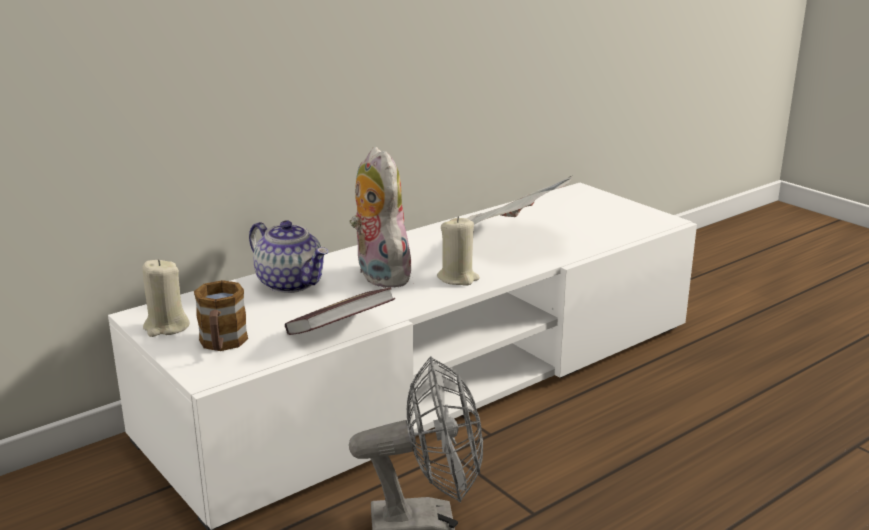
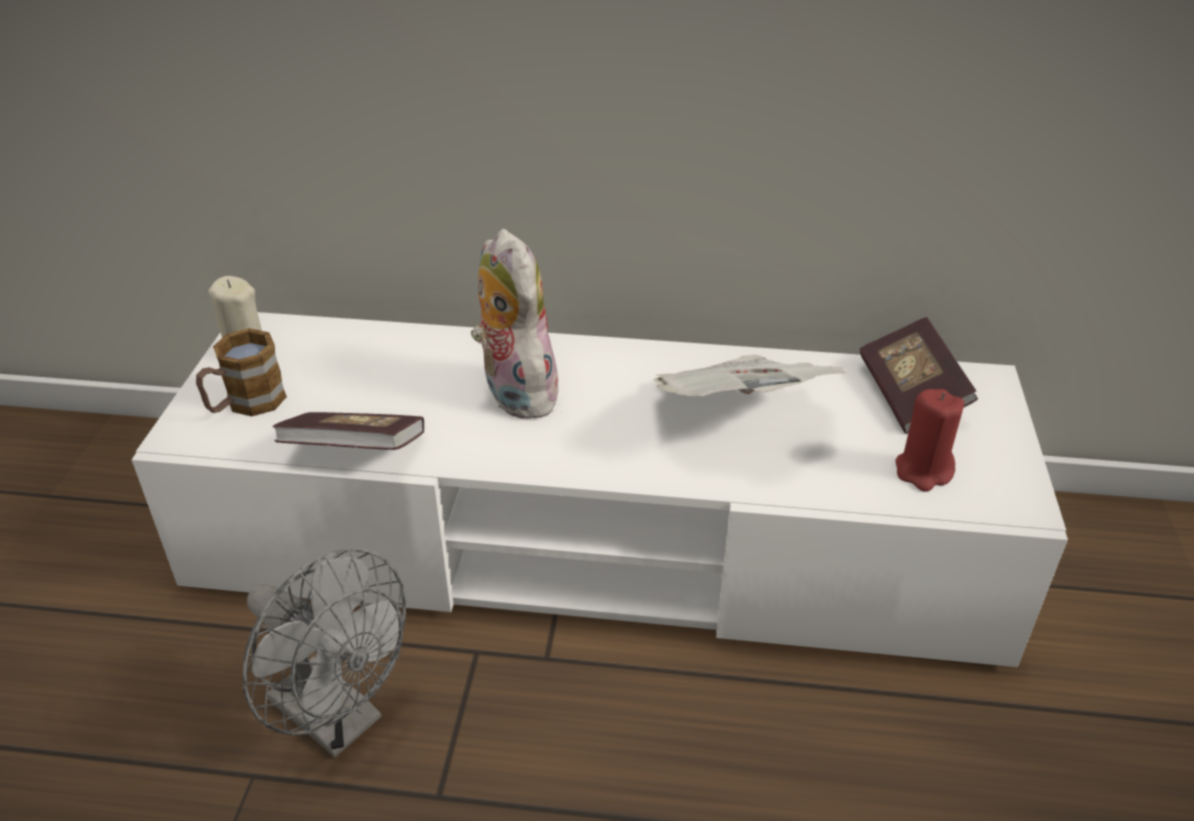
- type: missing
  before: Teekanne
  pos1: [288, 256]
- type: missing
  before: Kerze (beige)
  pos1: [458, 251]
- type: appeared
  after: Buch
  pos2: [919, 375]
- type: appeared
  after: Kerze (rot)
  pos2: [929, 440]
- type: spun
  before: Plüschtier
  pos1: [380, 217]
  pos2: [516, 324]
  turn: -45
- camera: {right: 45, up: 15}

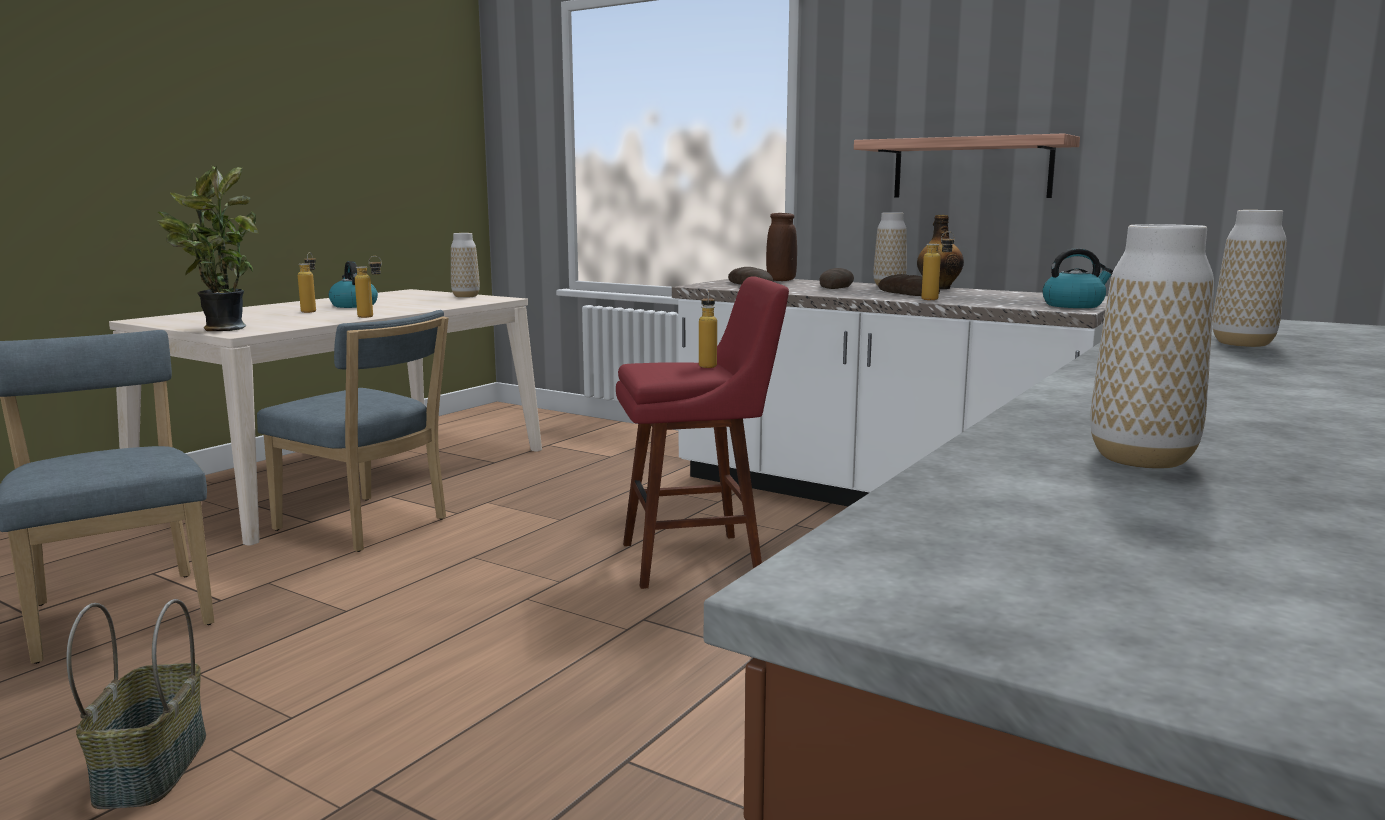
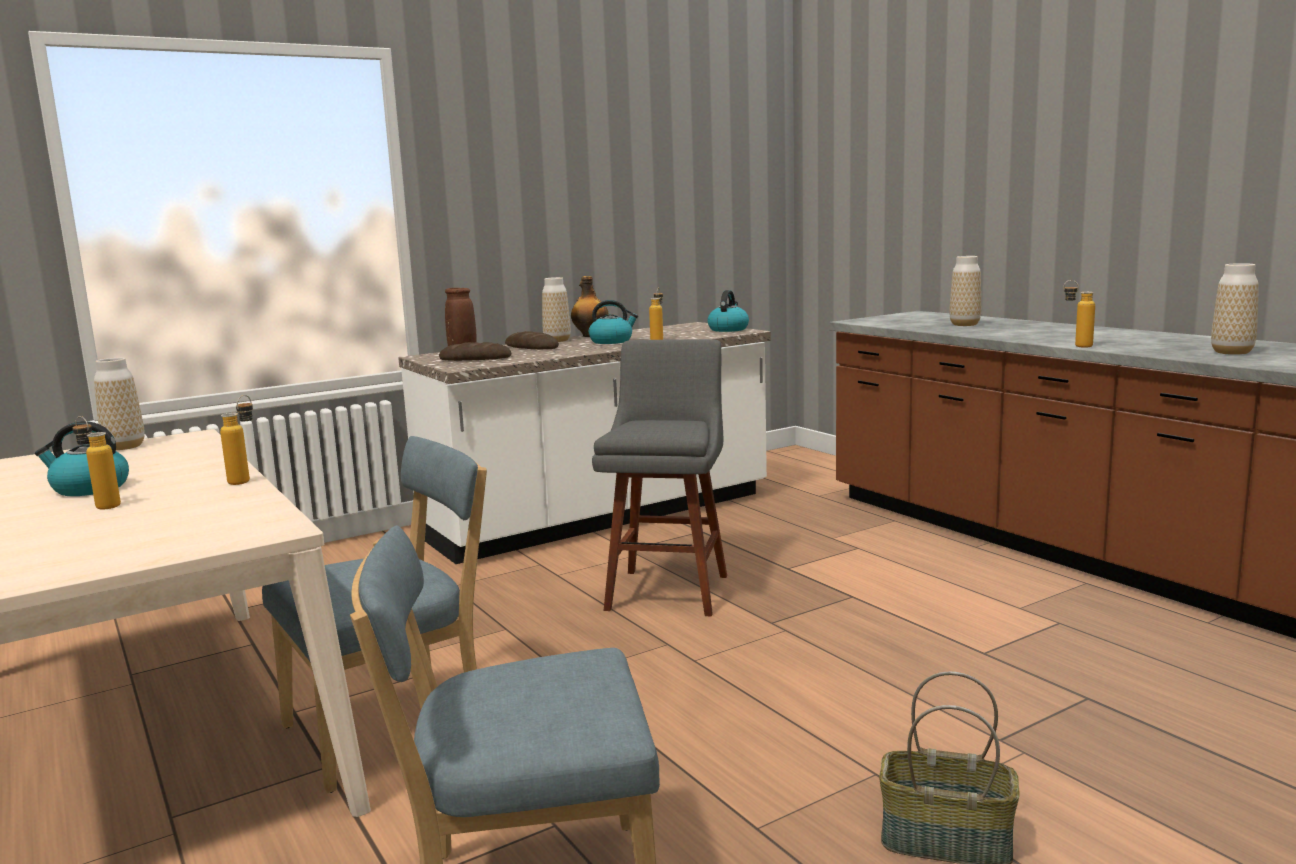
- type: missing
  before: Topfpflanze
  pos1: [208, 248]
- type: missing
  before: Wandregal
  pos1: [967, 165]
- type: relocated
  before: Flasche
  pos1: [708, 329]
  pos2: [1079, 313]
- type: exchanged
  before: Brot
  after: Wasserkessel
  pos1: [909, 285]
  pos2: [613, 322]
- type: colour
  before: Hocker (rot)
  after: Hocker (grau)
  pos1: [702, 432]
  pos2: [659, 477]
- camera: {right: -65, up: 0}

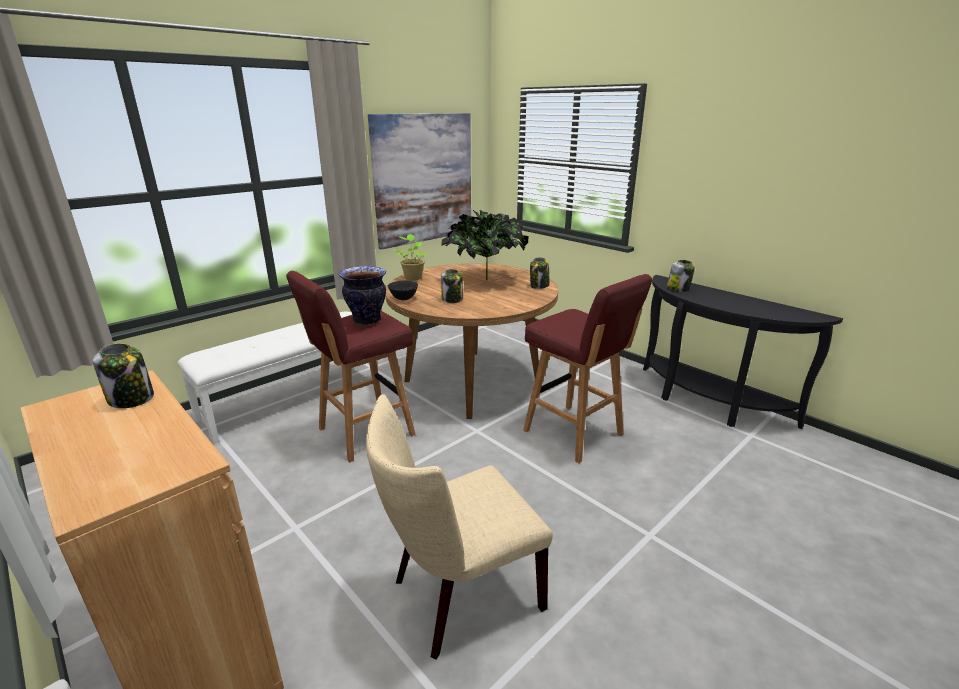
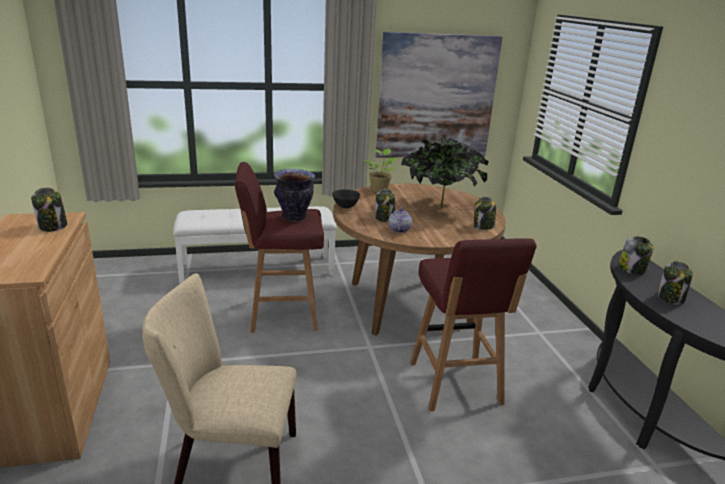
- type: appeared
  after: Teekanne
  pos2: [400, 220]
- type: appeared
  after: Vorratsglas
  pos2: [675, 283]
- camera: {right: 30, up: 0}

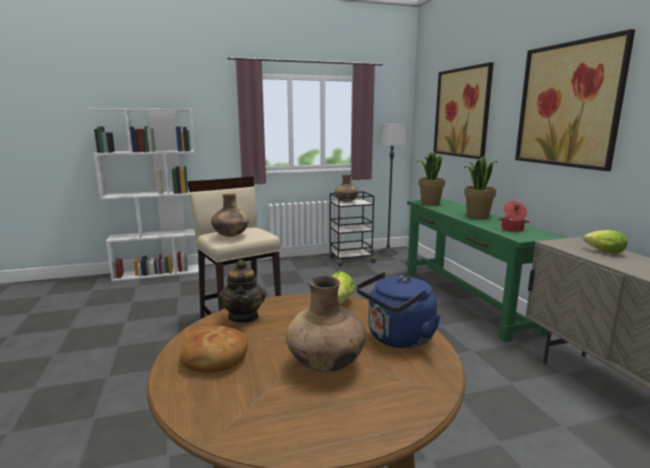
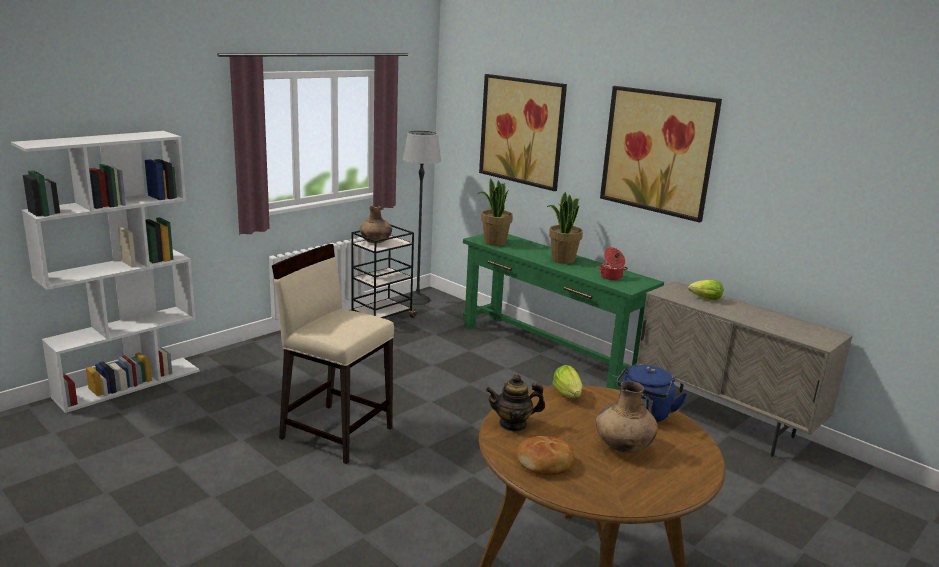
- type: missing
  before: Vase (braun)
  pos1: [230, 215]
- type: spun
  before: Teekanne
  pos1: [242, 291]
  pos2: [515, 403]
  turn: 120
- camera: {right: -30, up: 5}

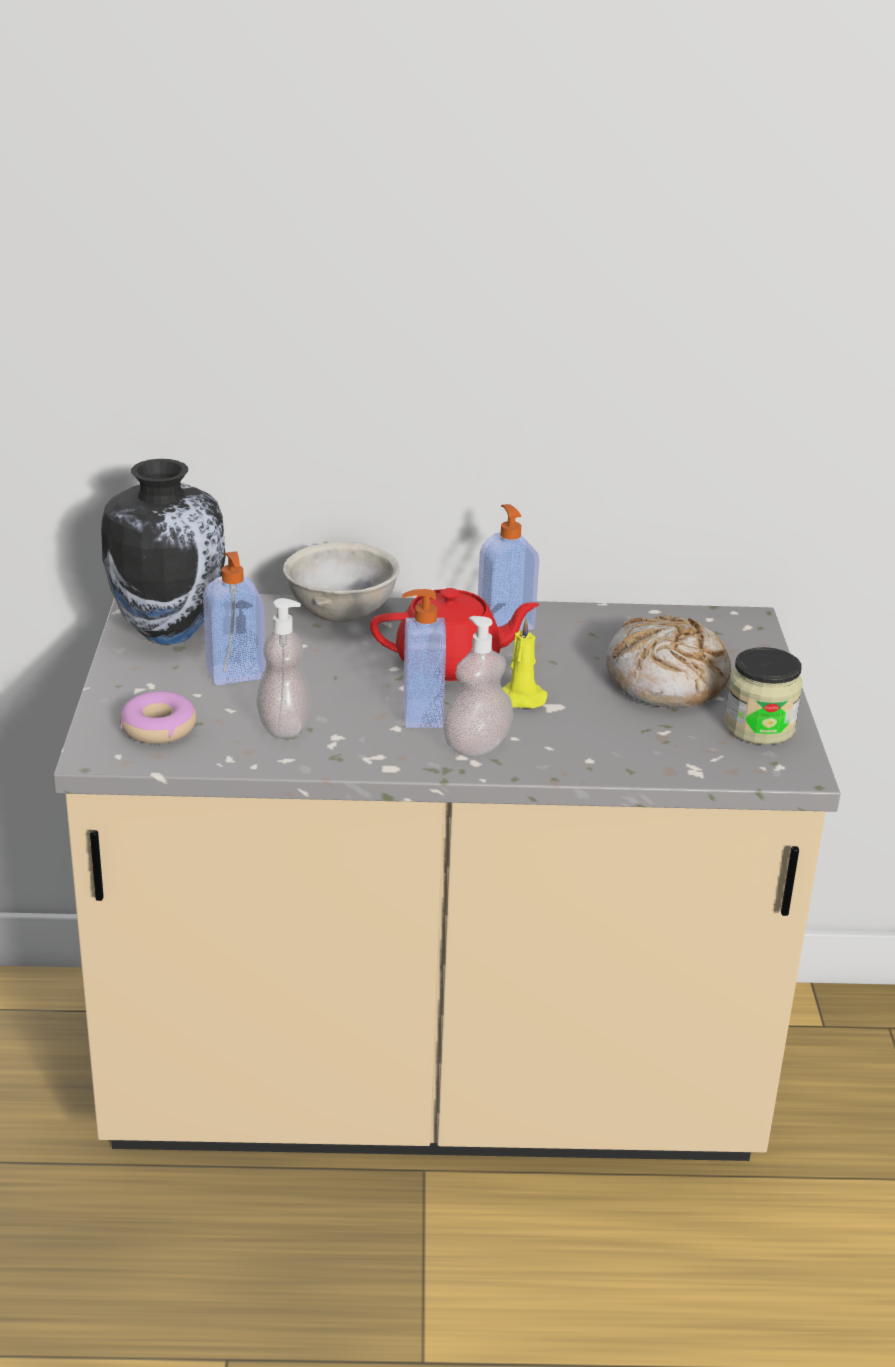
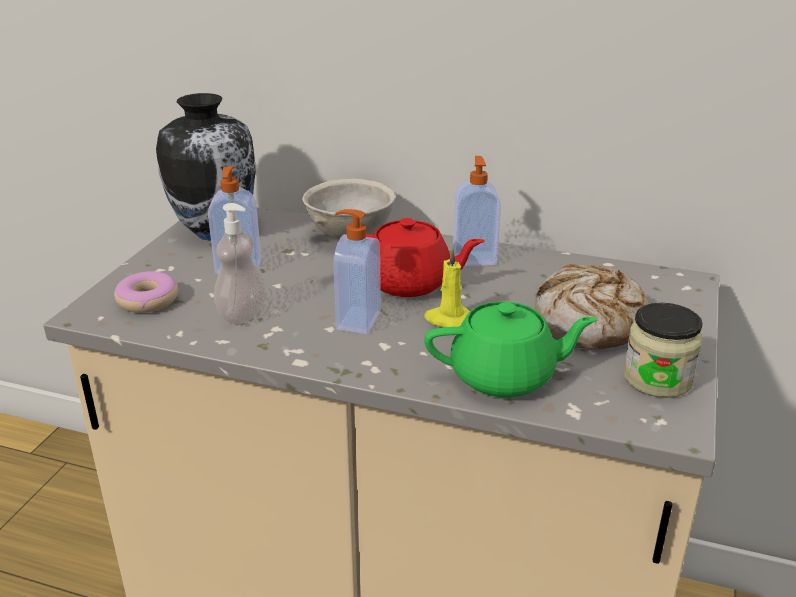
- type: missing
  before: Seifenspender
  pos1: [478, 686]
- type: appeared
  after: Teekanne (grün)
  pos2: [511, 349]
- camera: {right: 20, up: 0}

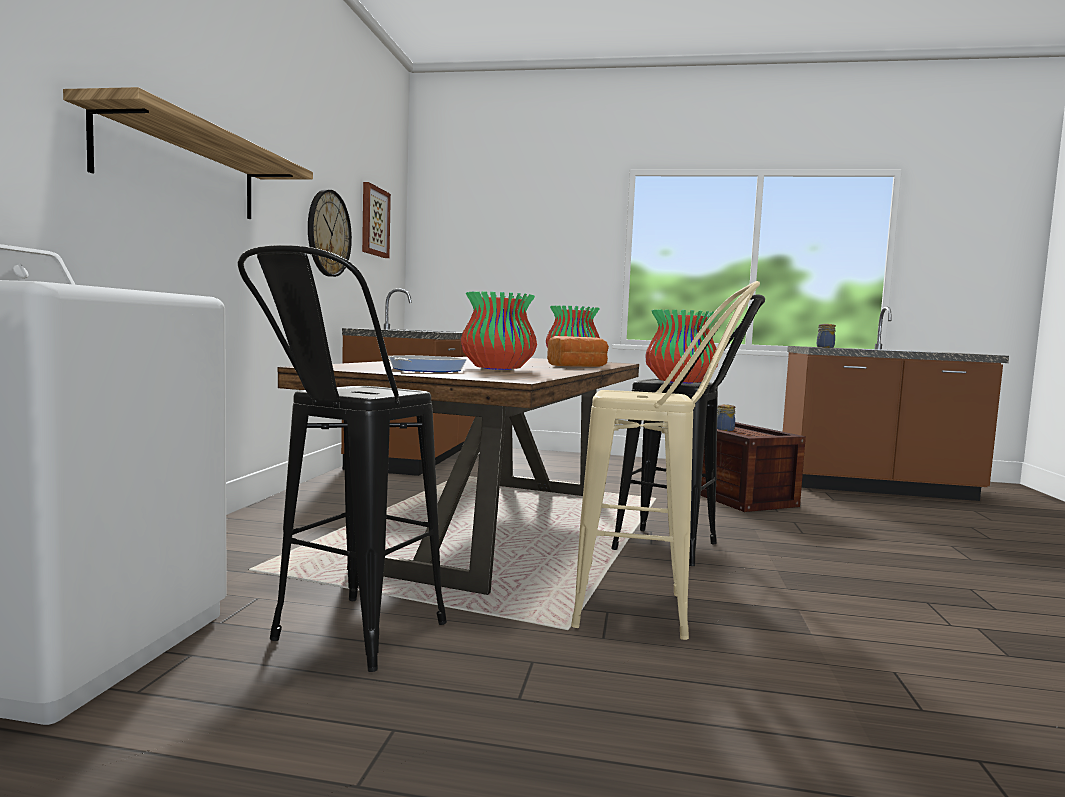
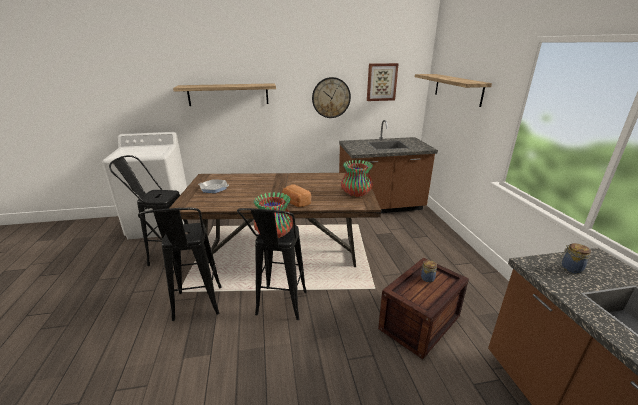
- type: missing
  before: Vase
  pos1: [499, 330]
- type: appeared
  after: Wandregal
  pos2: [453, 90]
- type: colour
  before: Hocker (beige)
  after: Hocker (schwarz)
  pos1: [665, 460]
  pos2: [180, 264]
- camera: {right: 70, up: 20}

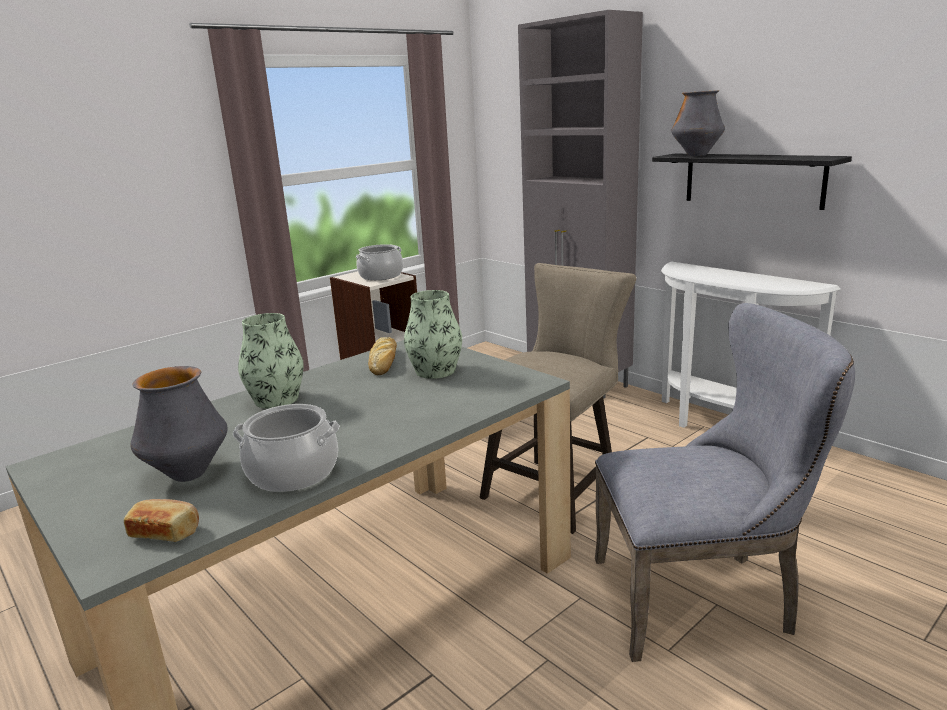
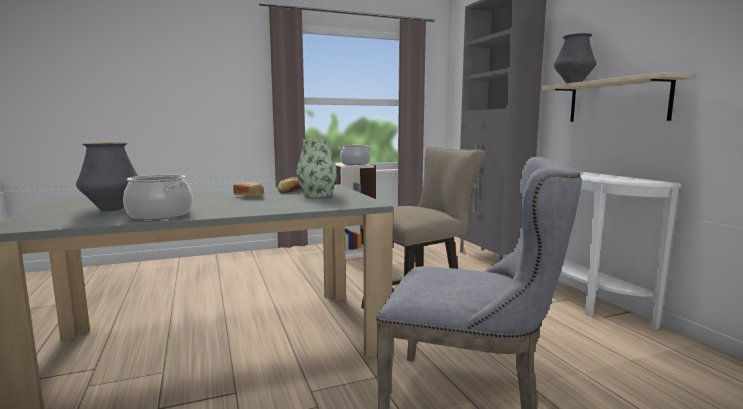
- type: missing
  before: Vase
  pos1: [271, 361]
- type: relocated
  before: Brot
  pos1: [161, 520]
  pos2: [248, 189]
- type: colour
  before: Wandregal (schwarz)
  after: Wandregal (beige)
  pos1: [752, 182]
  pos2: [617, 97]
- camera: {right: 20, up: -10}

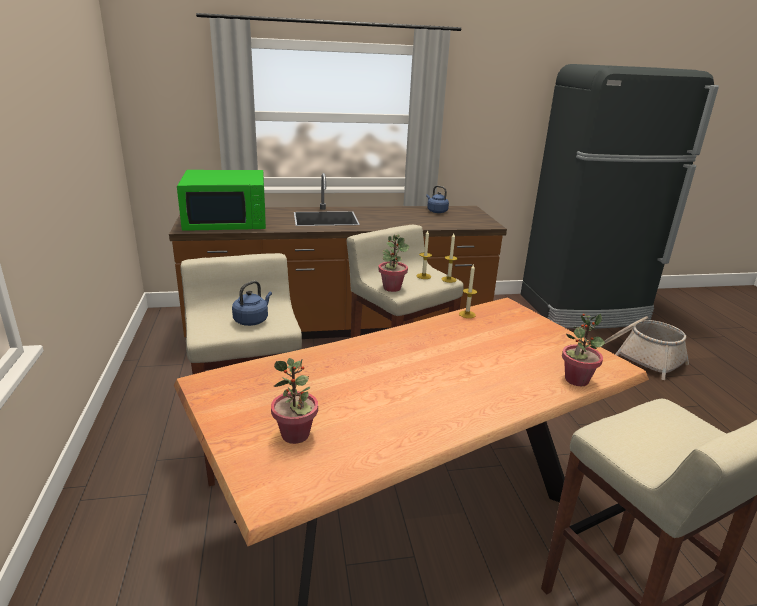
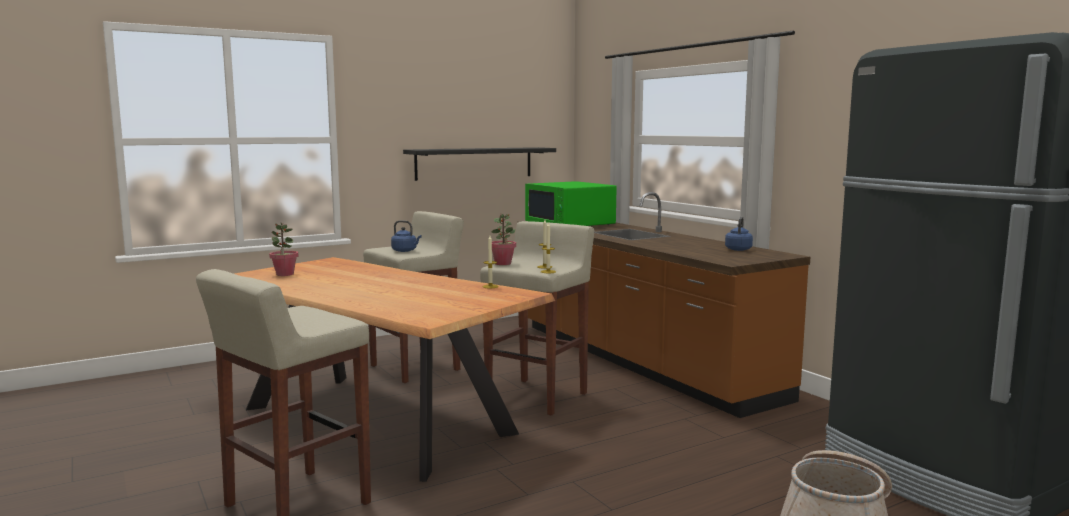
- type: missing
  before: Topfpflanze
  pos1: [583, 350]
- type: appeared
  after: Wandregal (schwarz)
  pos2: [479, 164]
- camera: {right: 70, up: -15}

